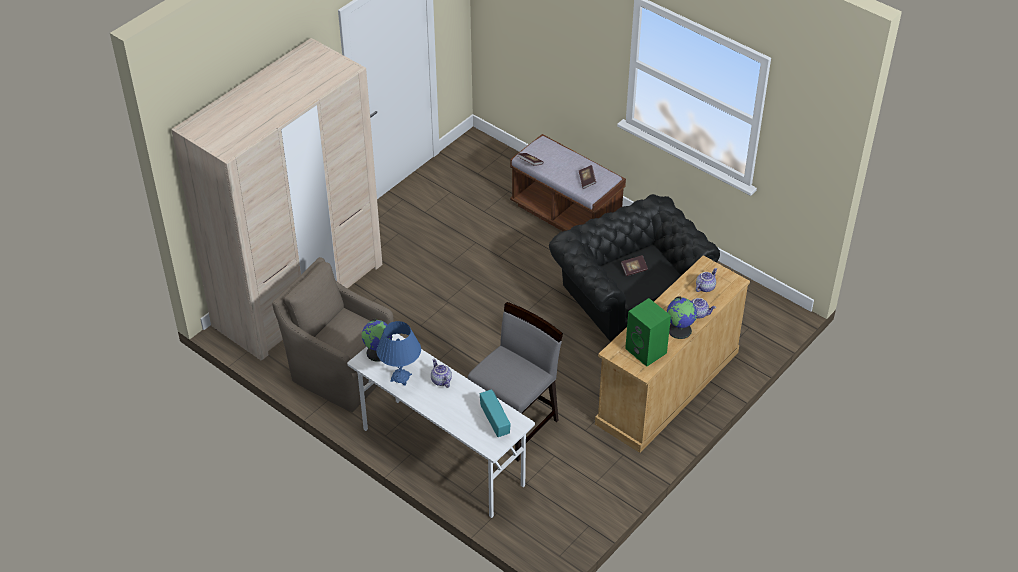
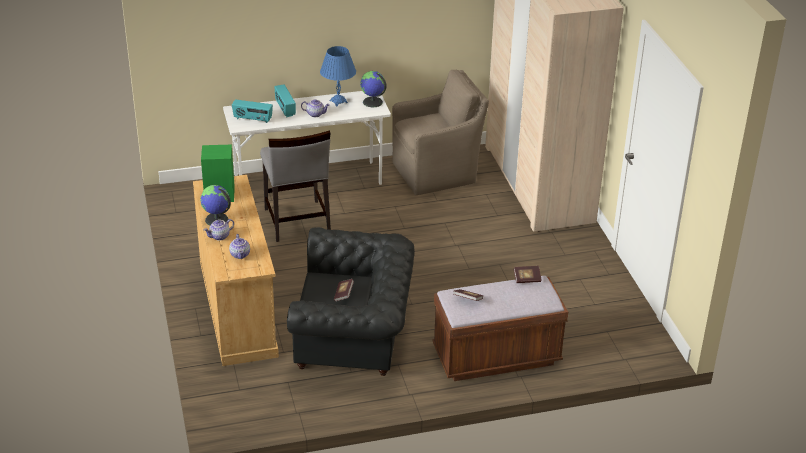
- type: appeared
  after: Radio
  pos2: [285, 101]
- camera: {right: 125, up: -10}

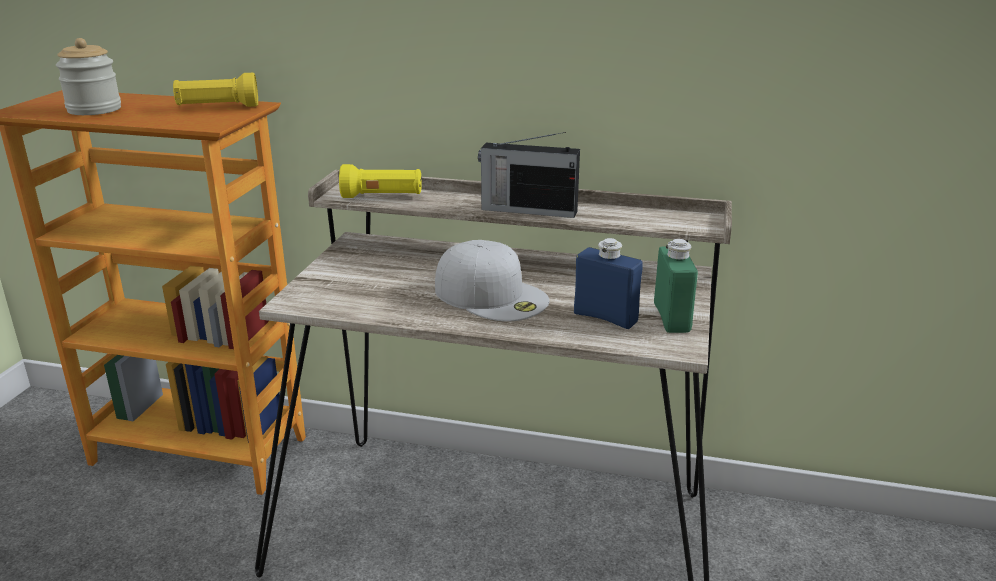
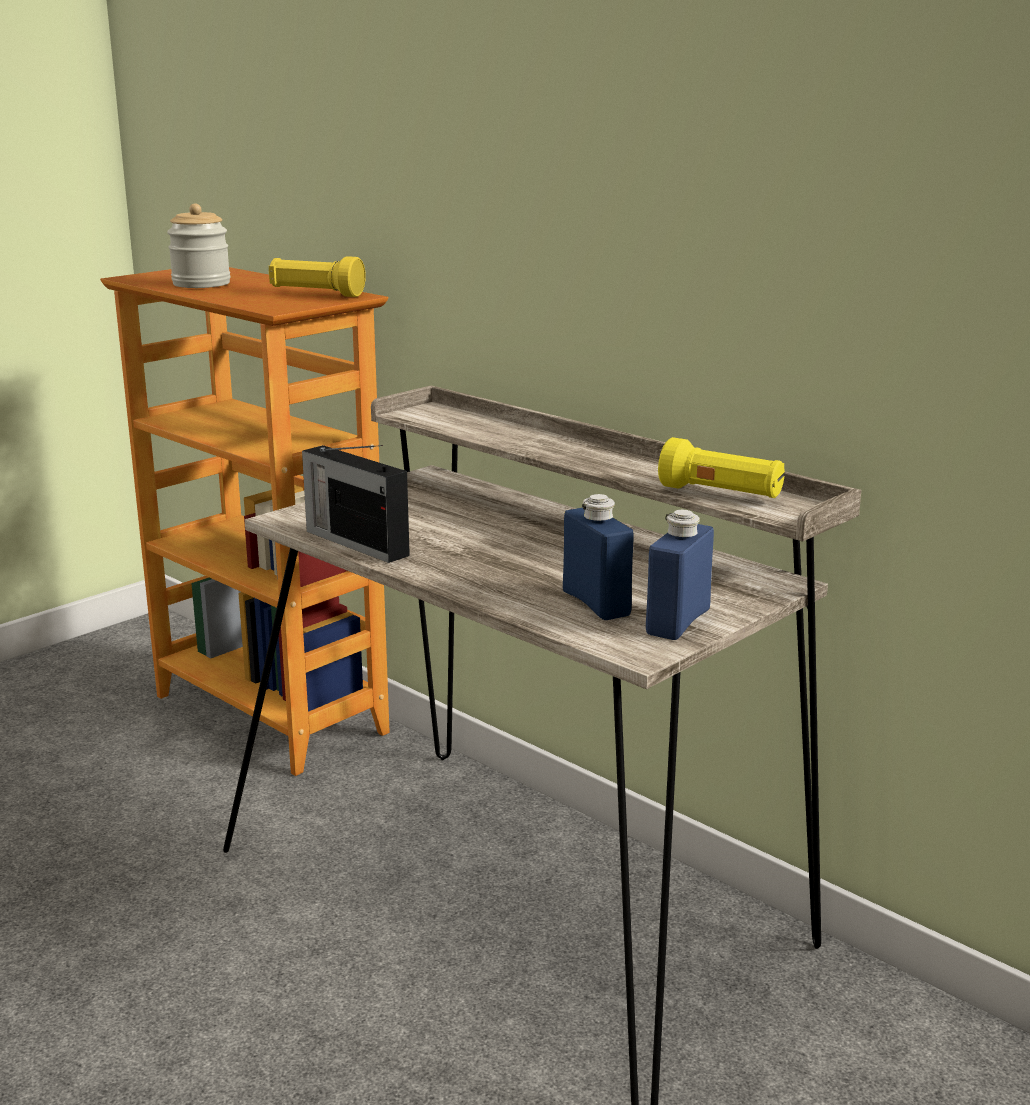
- type: missing
  before: Kappe (weiß)
  pos1: [492, 281]
- type: relocated
  before: Taschenlampe (gelb)
  pos1: [380, 181]
  pos2: [721, 467]
- type: relocated
  before: Radio
  pos1: [529, 175]
  pos2: [356, 504]
- type: colour
  before: Flasche (grün)
  after: Flasche (blau)
  pos1: [676, 286]
  pos2: [680, 575]
- camera: {right: 30, up: -5}

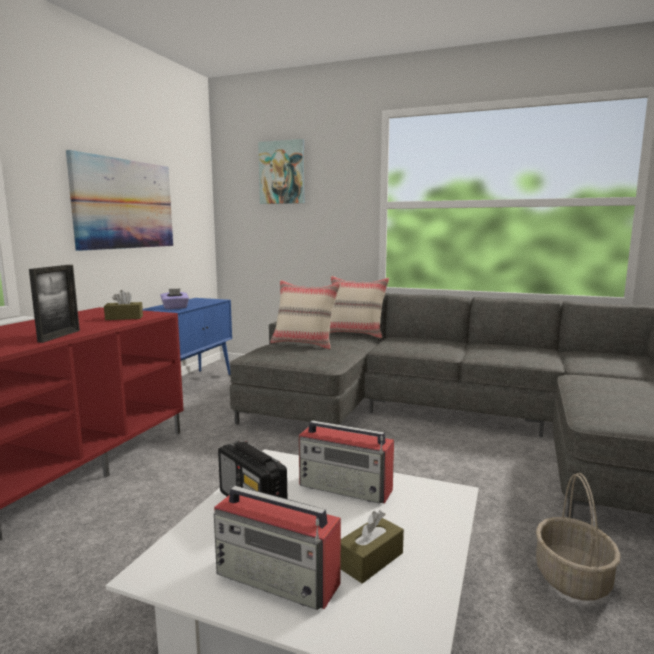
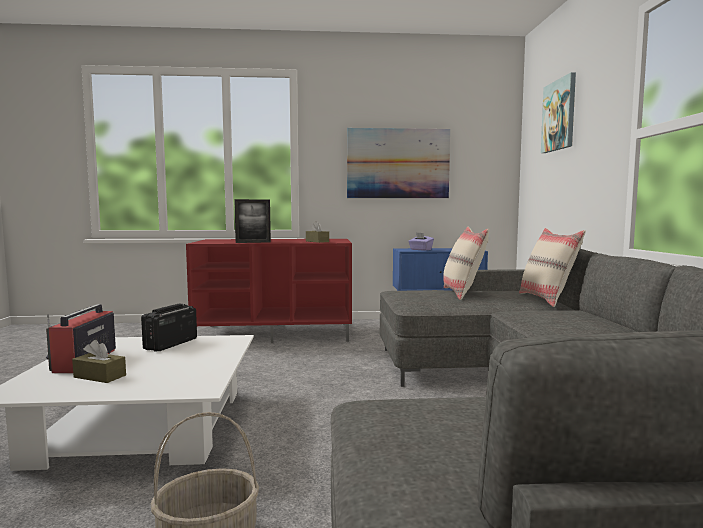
- type: missing
  before: Radio
  pos1: [346, 462]
- camera: {right: 65, up: -5}

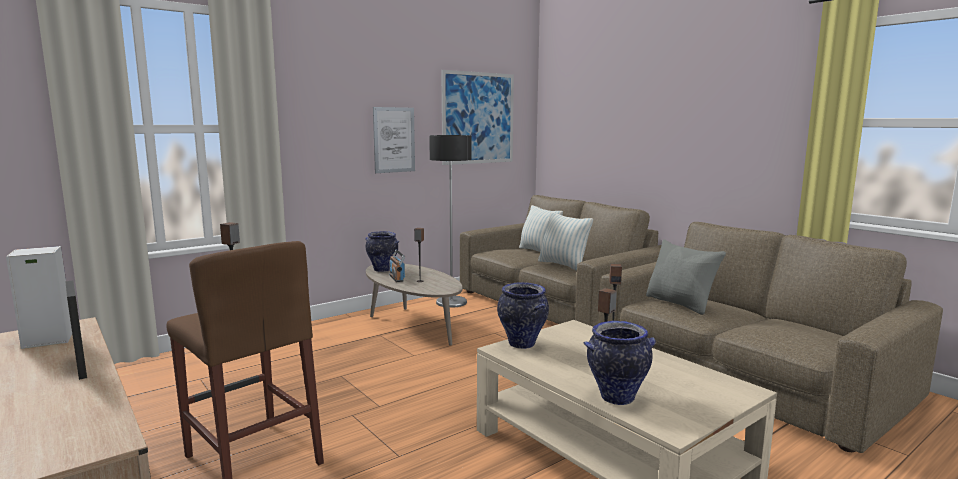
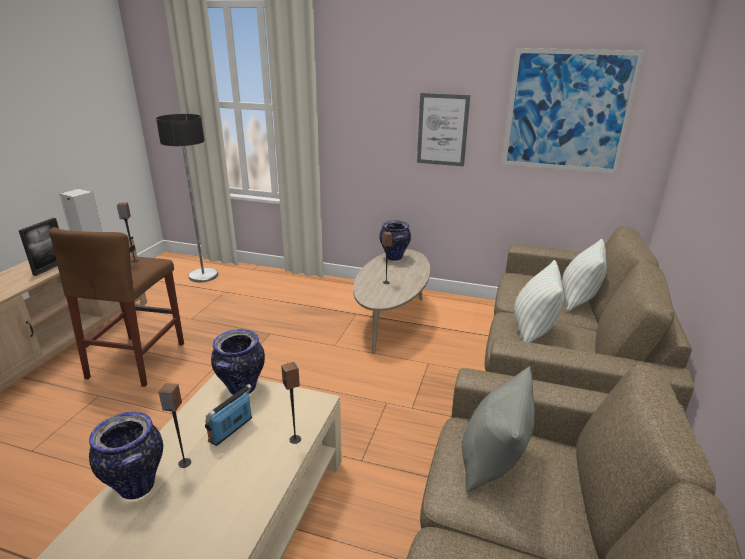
- type: relocated
  before: Radio
  pos1: [397, 266]
  pos2: [228, 415]
- type: relocated
  before: Stehlampe
  pos1: [450, 221]
  pos2: [187, 198]
- camera: {right: 55, up: 15}

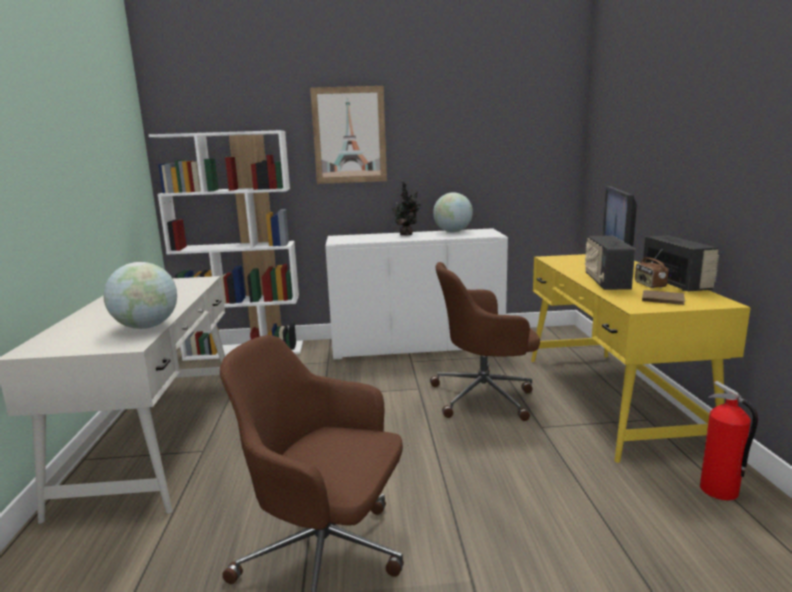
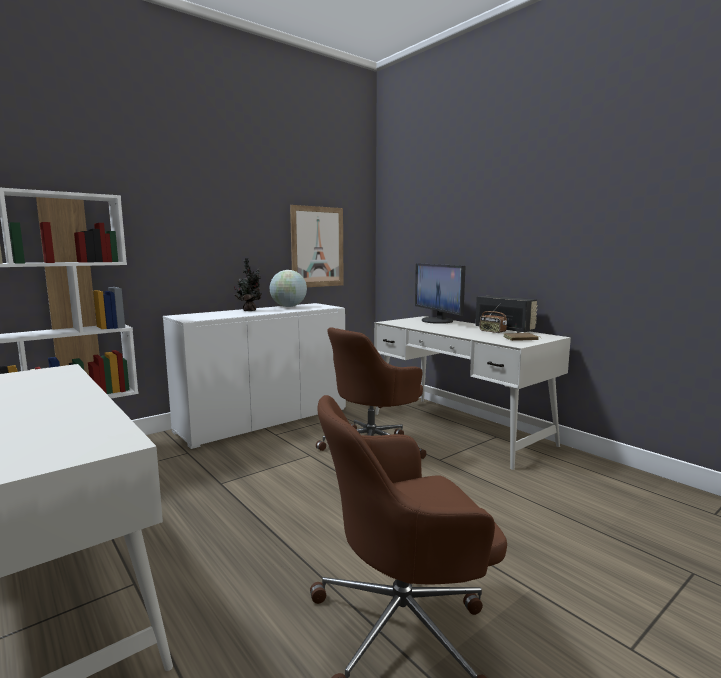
- type: missing
  before: Globus
  pos1: [140, 295]
- type: missing
  before: Radio
  pos1: [610, 263]
- type: missing
  before: Feuerlöscher
  pos1: [729, 441]
- type: relocated
  before: Bild
  pos1: [348, 135]
  pos2: [317, 246]
- type: colour
  before: Schreibtisch (gelb)
  after: Schreibtisch (weiß)
  pos1: [641, 358]
  pos2: [472, 393]
- camera: {right: -35, up: -5}

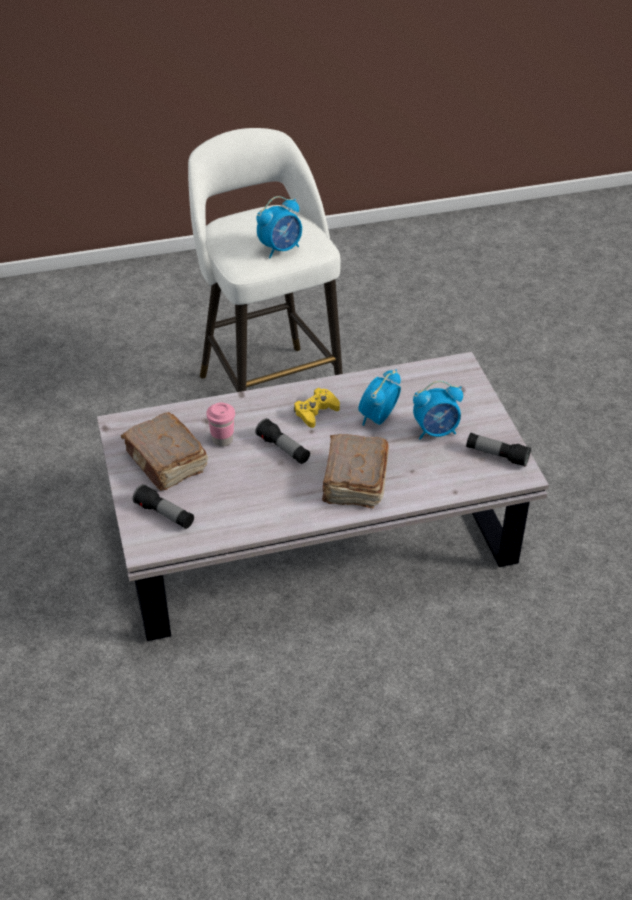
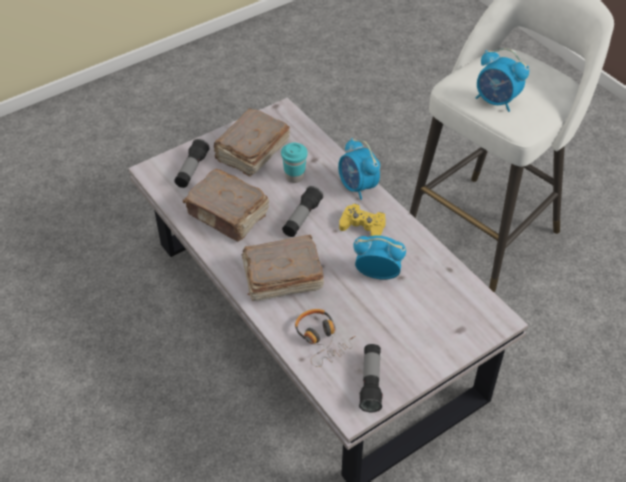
- type: appeared
  after: Buch (braun)
  pos2: [226, 205]
- type: appeared
  after: Kopfhörer
  pos2: [325, 338]
- type: relocated
  before: Wecker
  pos1: [438, 410]
  pos2: [359, 169]
- type: colour
  before: Tasse (rosa)
  after: Tasse (türkis)
  pos1: [220, 424]
  pos2: [294, 163]
- camera: {right: 70, up: 5}

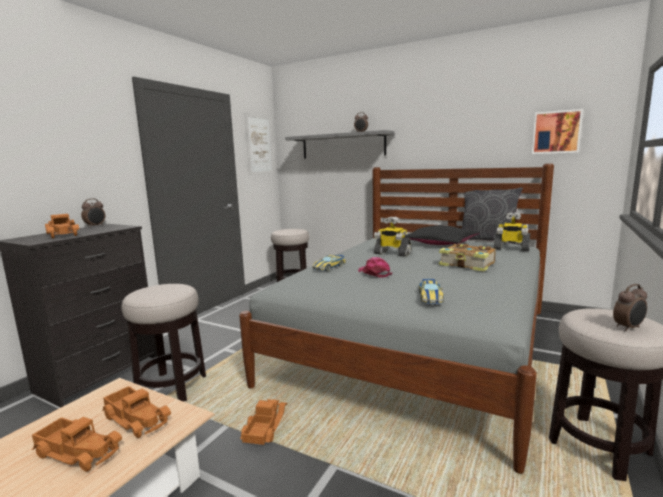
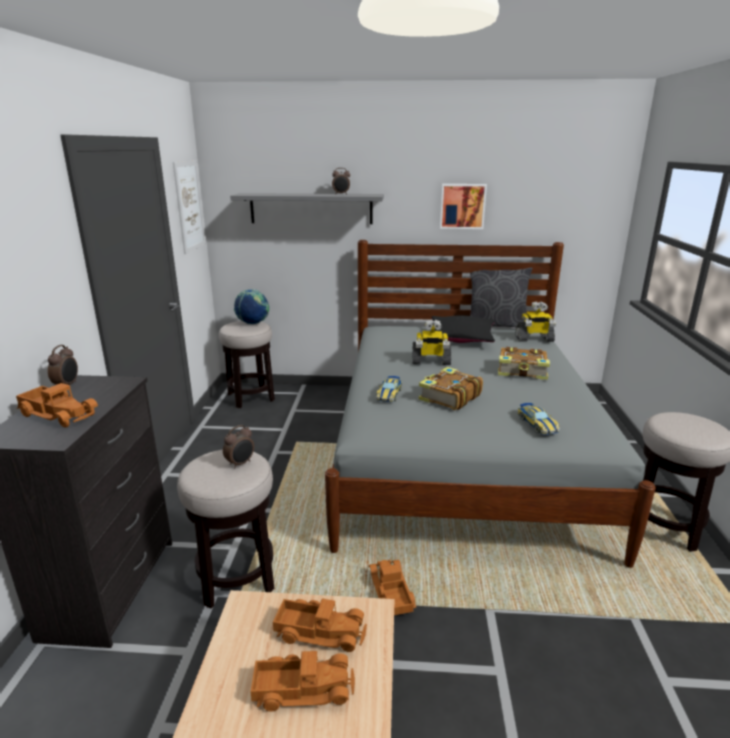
- type: appeared
  after: Globus
  pos2: [251, 307]
- type: relocated
  before: Bild
  pos1: [557, 131]
  pos2: [463, 206]
- type: relocated
  before: Wecker
  pos1: [630, 307]
  pos2: [238, 447]
- type: exchanged
  before: Kappe (rosa)
  after: Buch
  pos1: [375, 267]
  pos2: [450, 388]
- camera: {right: -25, up: 10}

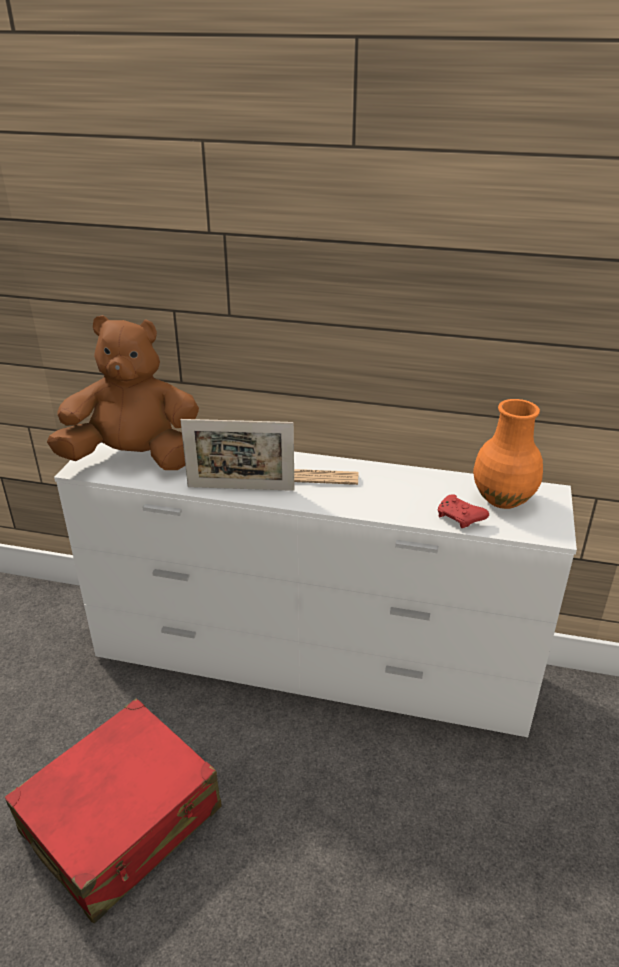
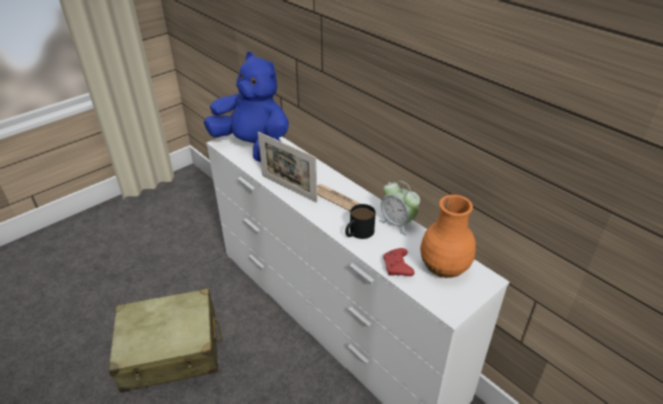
- type: appeared
  after: Henkelbecher (schwarz)
  pos2: [360, 221]
- type: appeared
  after: Wecker
  pos2: [399, 208]
- type: colour
  before: Koffer (rot)
  after: Koffer (beige)
  pos1: [113, 811]
  pos2: [166, 340]
- type: colour
  before: Plüschtier (braun)
  after: Plüschtier (blau)
  pos1: [123, 392]
  pos2: [246, 107]
- camera: {right: 35, up: 5}

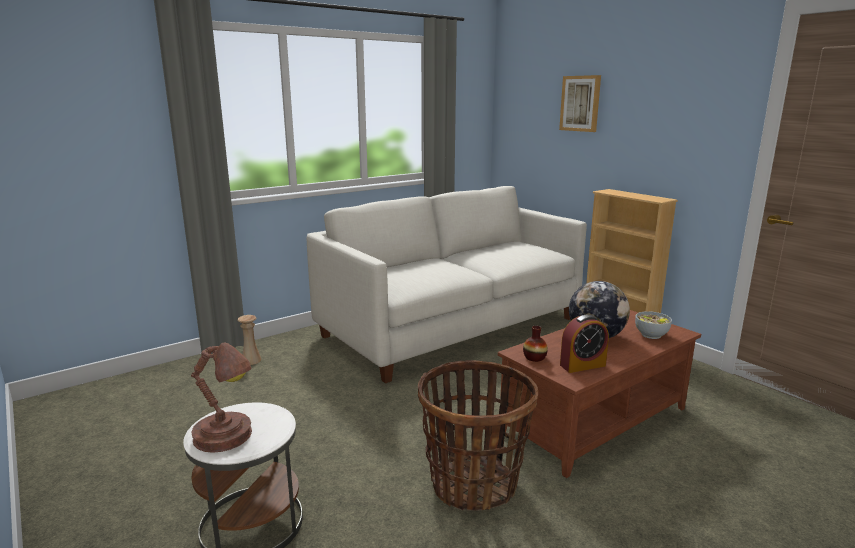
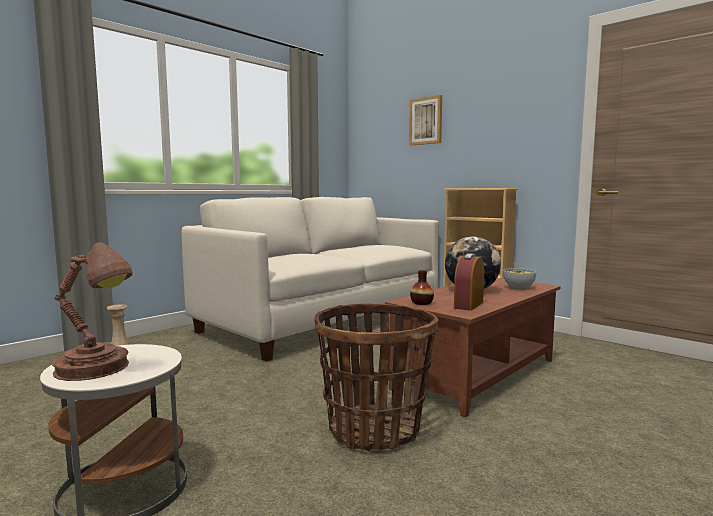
- type: spun
  before: Wecker
  pos1: [584, 344]
  pos2: [469, 282]
  turn: 150
- camera: {right: -10, up: -10}

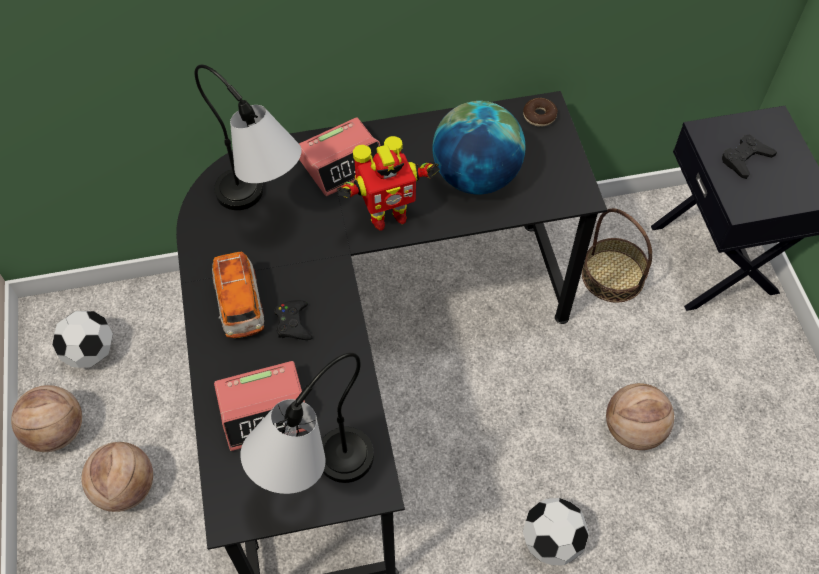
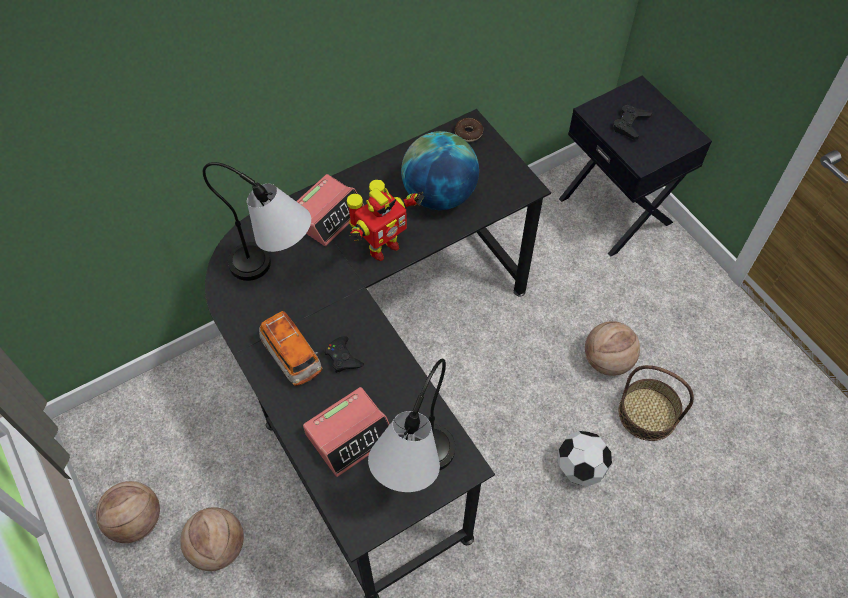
- type: missing
  before: Fußball
  pos1: [82, 339]
- type: relocated
  before: Korb
  pos1: [617, 255]
  pos2: [656, 403]
- camera: {right: -20, up: 0}

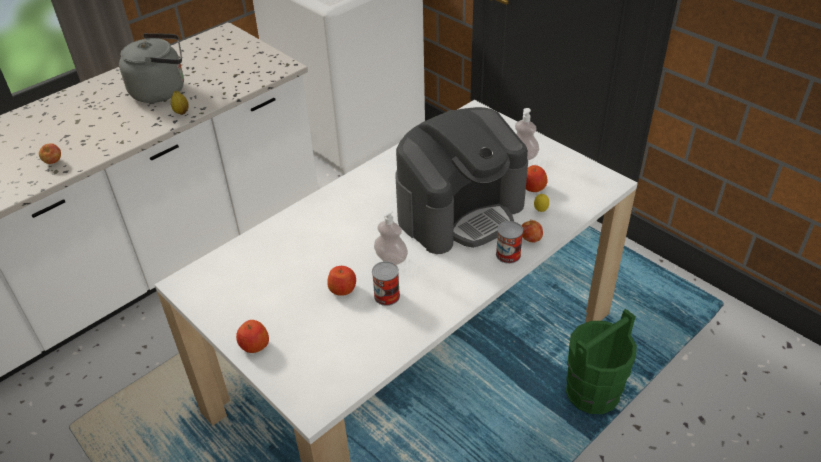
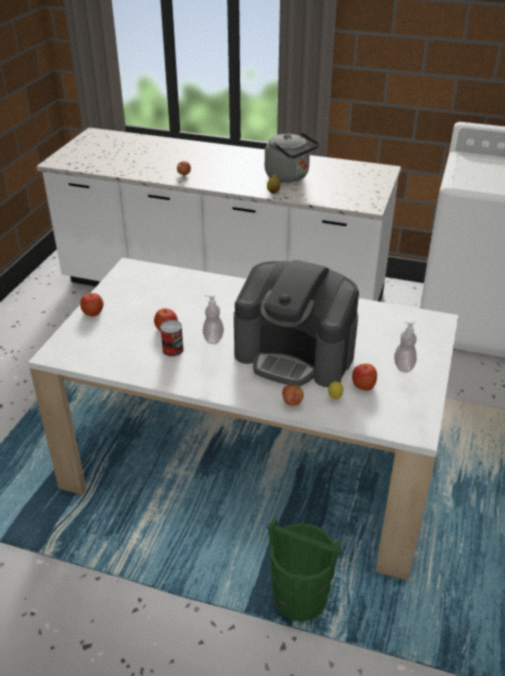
- type: missing
  before: Dose
  pos1: [509, 242]
- camera: {right: 60, up: -5}

